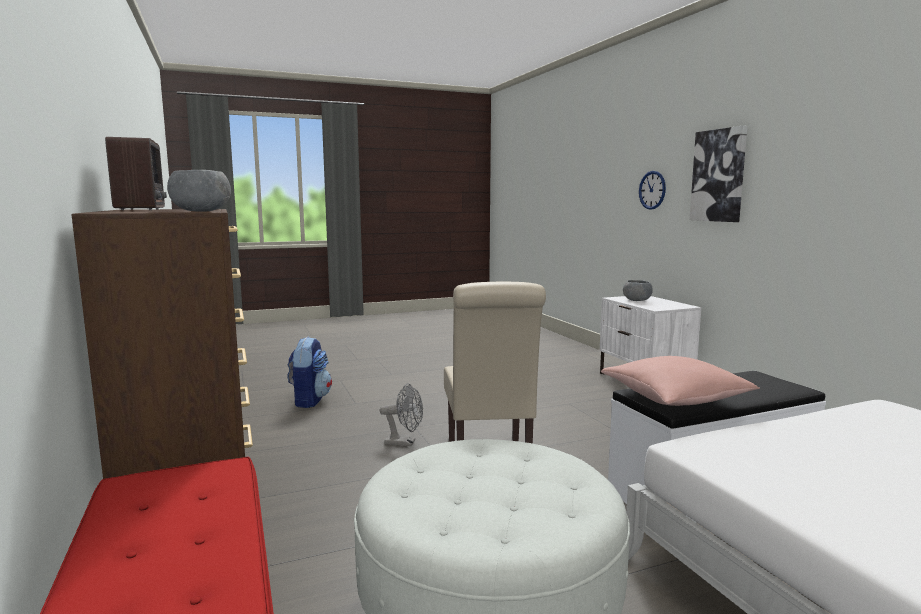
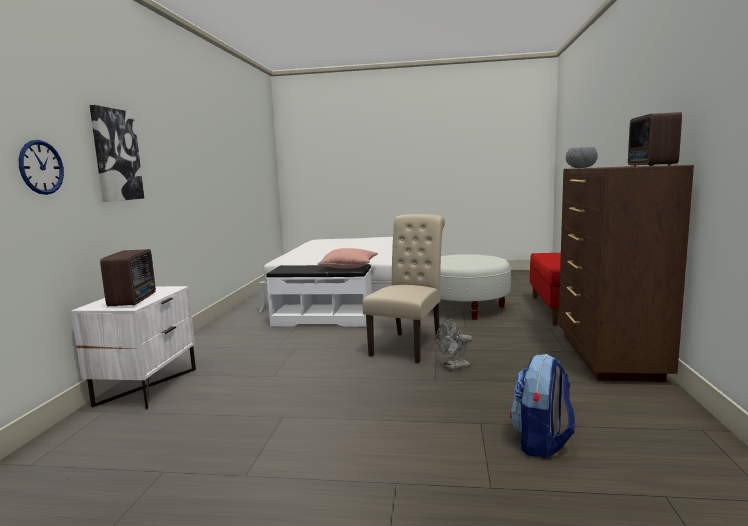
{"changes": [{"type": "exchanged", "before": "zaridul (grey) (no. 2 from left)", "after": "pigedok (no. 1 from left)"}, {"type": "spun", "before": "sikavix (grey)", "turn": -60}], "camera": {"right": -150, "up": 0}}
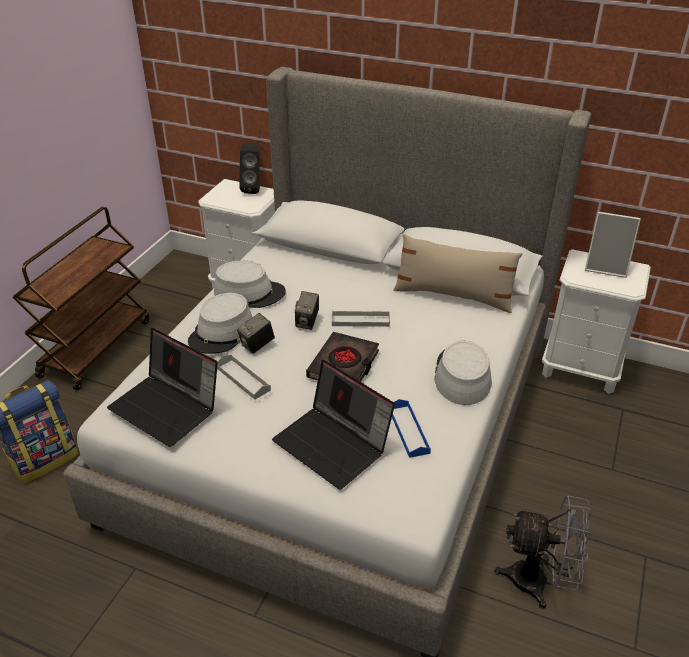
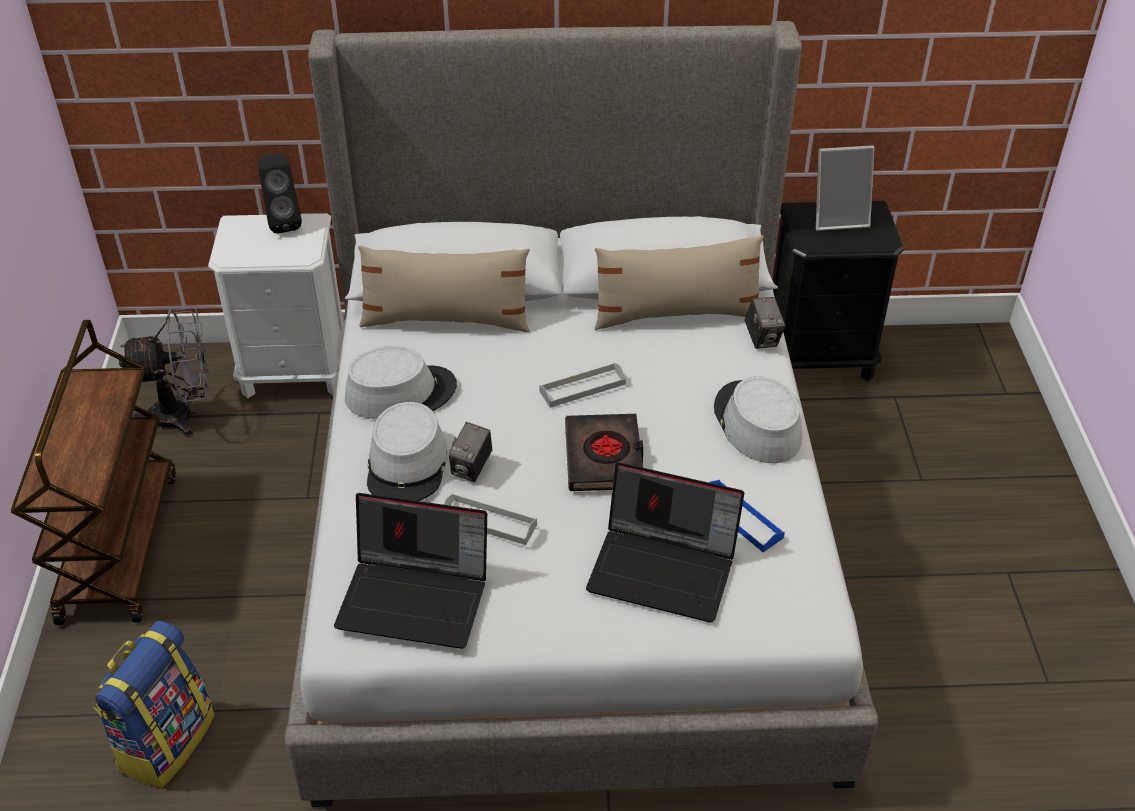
{"changes": [{"type": "colour", "before": "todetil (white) (no. 2 from left)", "after": "todetil (black)"}, {"type": "relocated", "before": "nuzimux (no. 2 from left)"}, {"type": "relocated", "before": "sikavix (grey)"}, {"type": "appeared", "after": "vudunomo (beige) (no. 1 from left)"}], "camera": {"right": -25, "up": 5}}
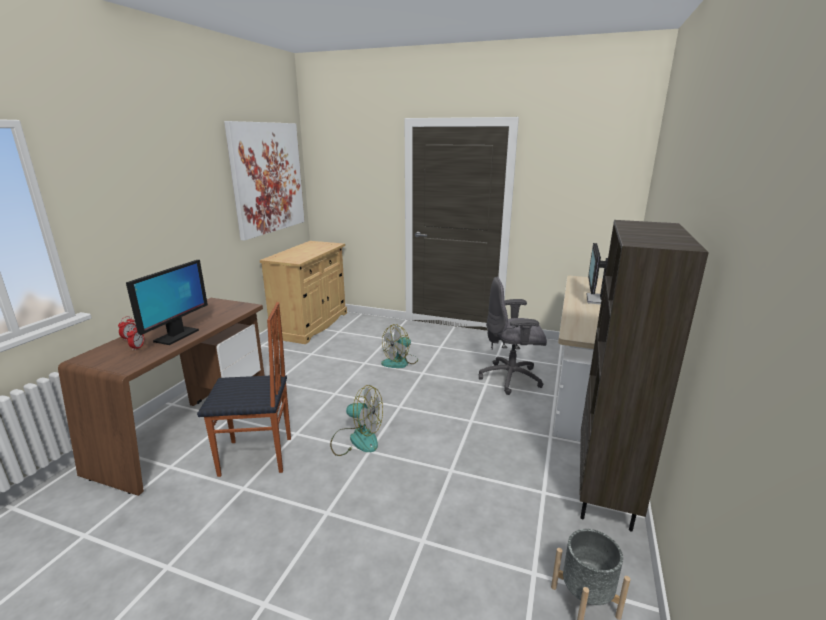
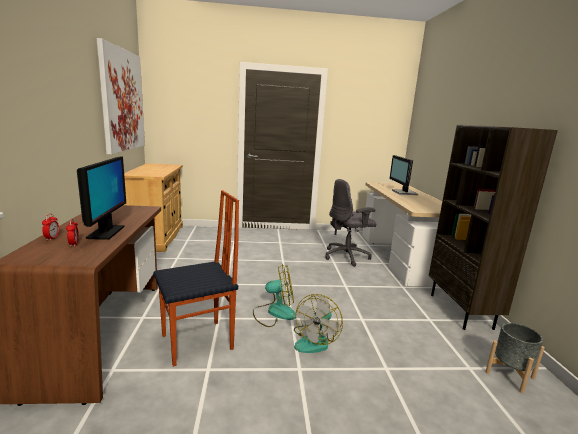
{"changes": [{"type": "relocated", "before": "sikavix (no. 2 from left)"}], "camera": {"right": -25, "up": -5}}
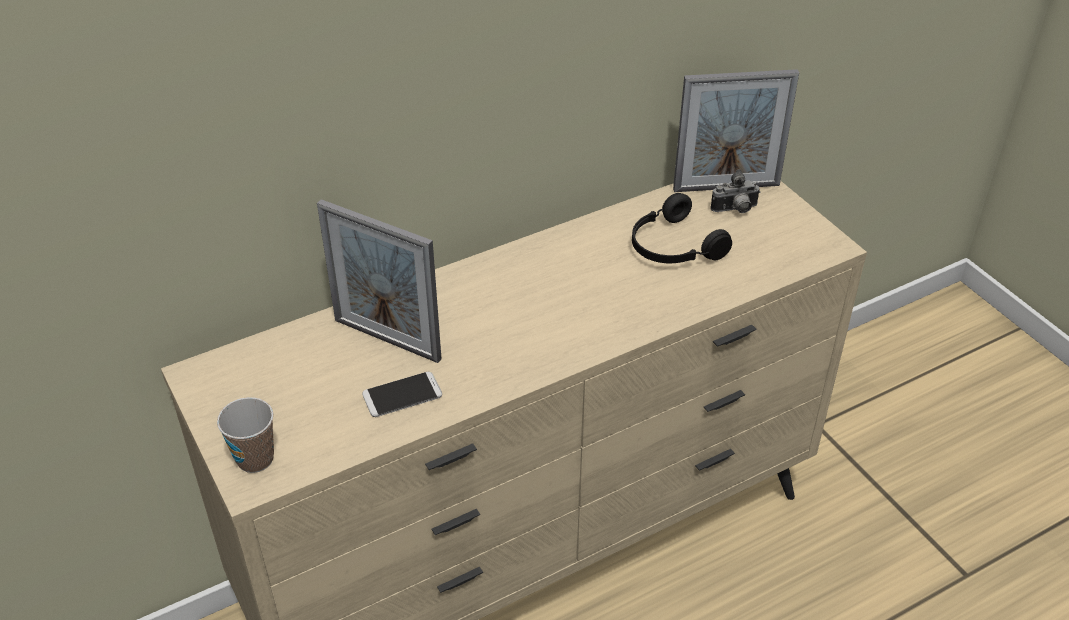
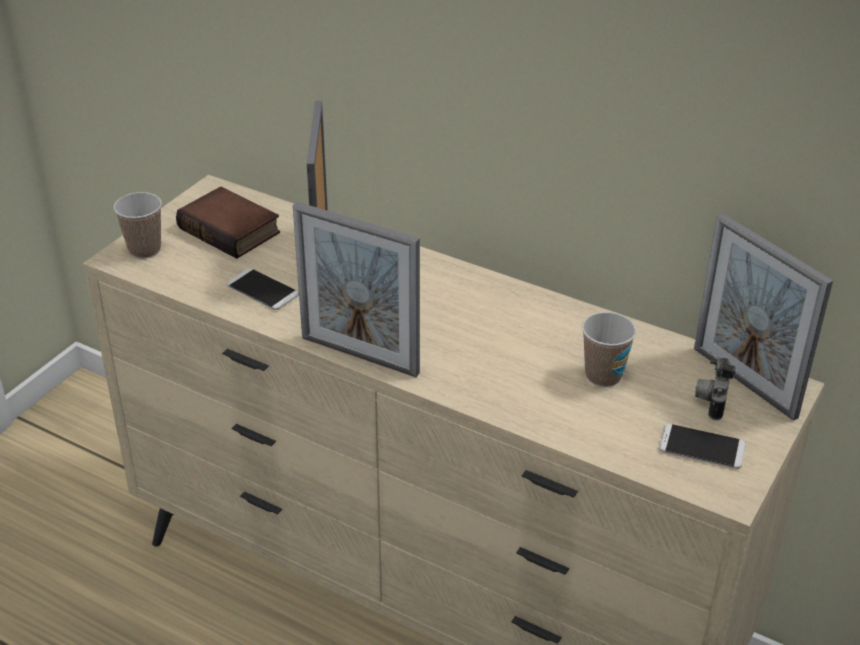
{"changes": [{"type": "spun", "before": "nuzimux", "turn": 60}, {"type": "exchanged", "before": "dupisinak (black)", "after": "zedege (no. 2 from left)"}, {"type": "appeared", "after": "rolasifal"}, {"type": "appeared", "after": "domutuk (no. 2 from left)"}, {"type": "appeared", "after": "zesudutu (no. 2 from left)"}], "camera": {"right": 60, "up": -5}}
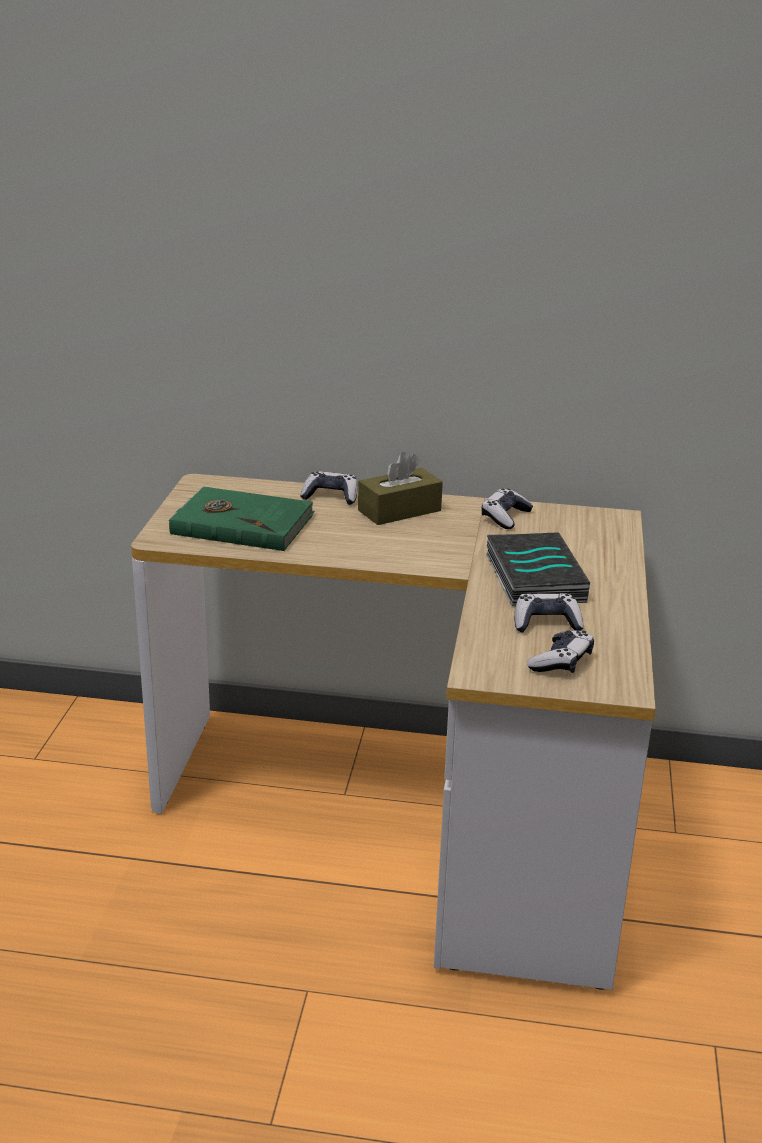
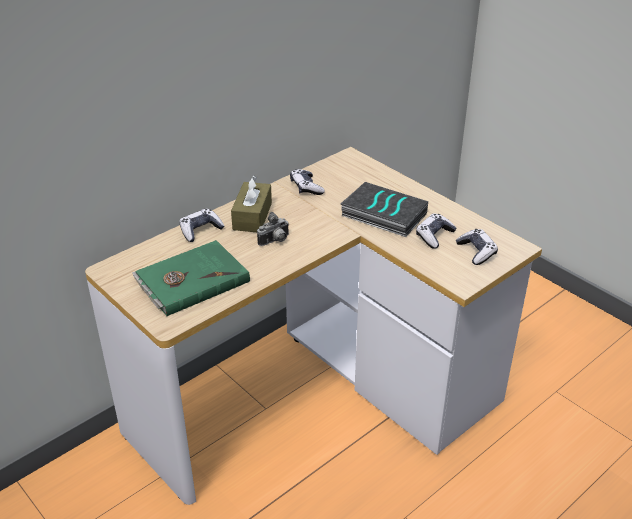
{"changes": [{"type": "appeared", "after": "nuzimux"}], "camera": {"right": -50, "up": 10}}
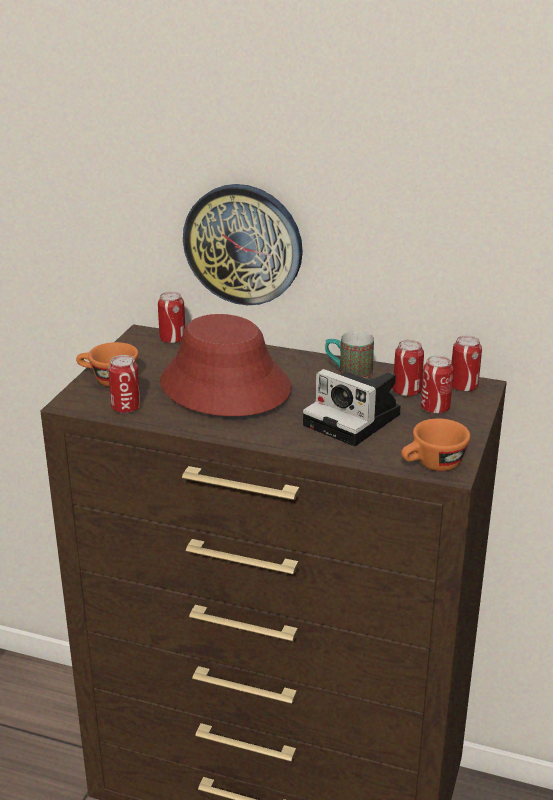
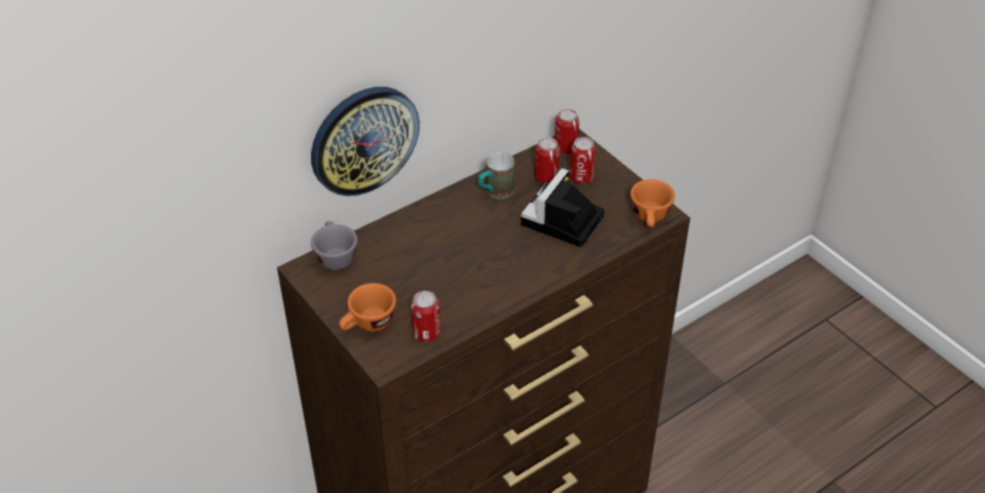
{"changes": [{"type": "exchanged", "before": "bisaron (no. 2 from left)", "after": "zedege (grey)"}, {"type": "missing", "before": "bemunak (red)"}, {"type": "spun", "before": "nuzimux", "turn": 135}], "camera": {"right": -55, "up": 15}}
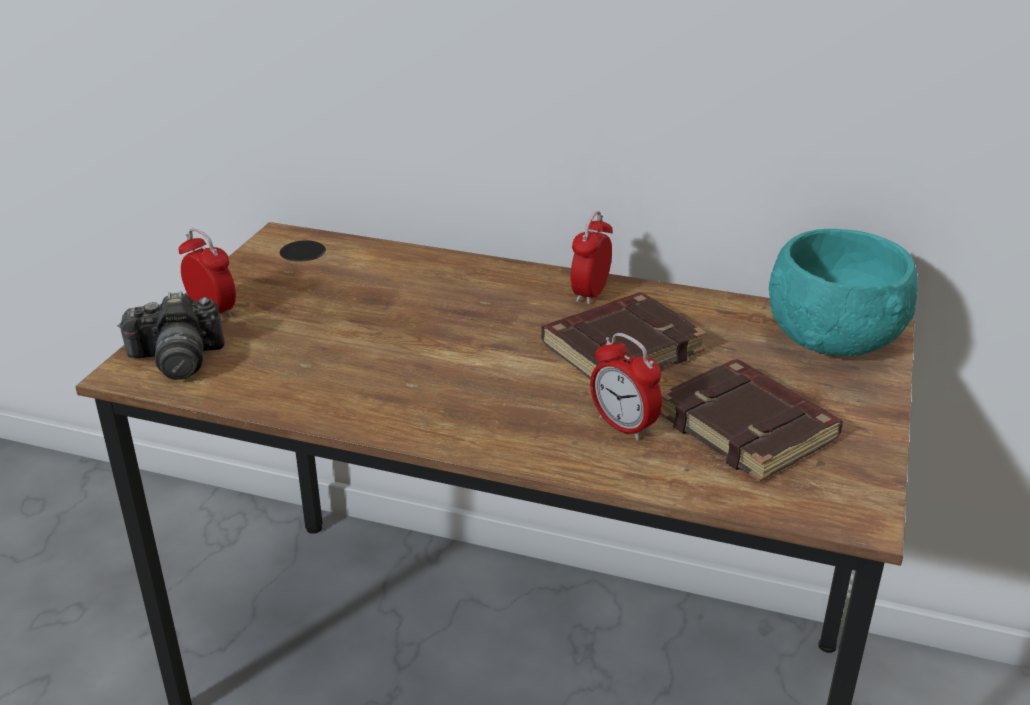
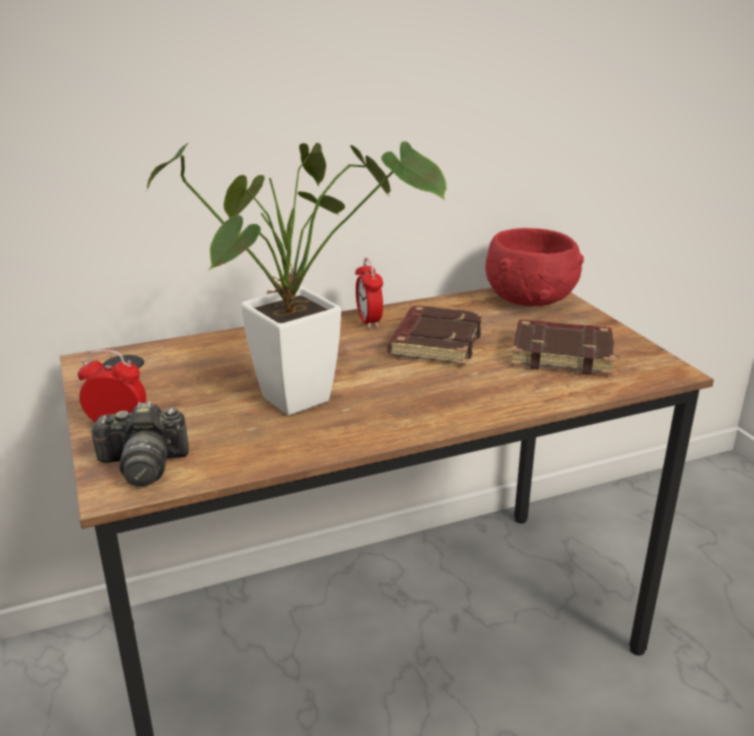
{"changes": [{"type": "colour", "before": "zaridul (turquoise)", "after": "zaridul (red)"}, {"type": "spun", "before": "nuzimux", "turn": 45}, {"type": "missing", "before": "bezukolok (no. 3 from left)"}, {"type": "appeared", "after": "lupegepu"}], "camera": {"right": -40, "up": -5}}
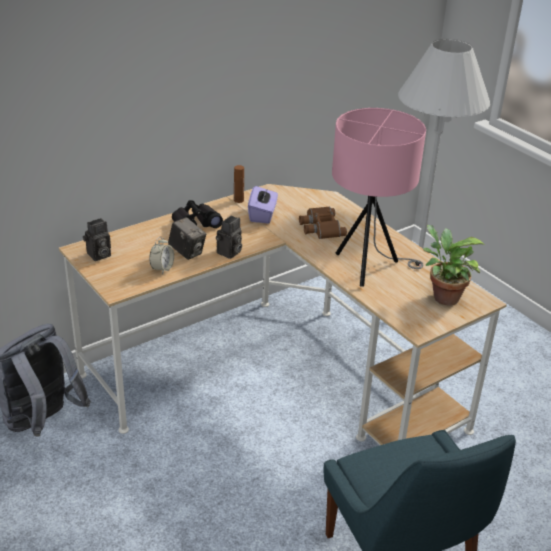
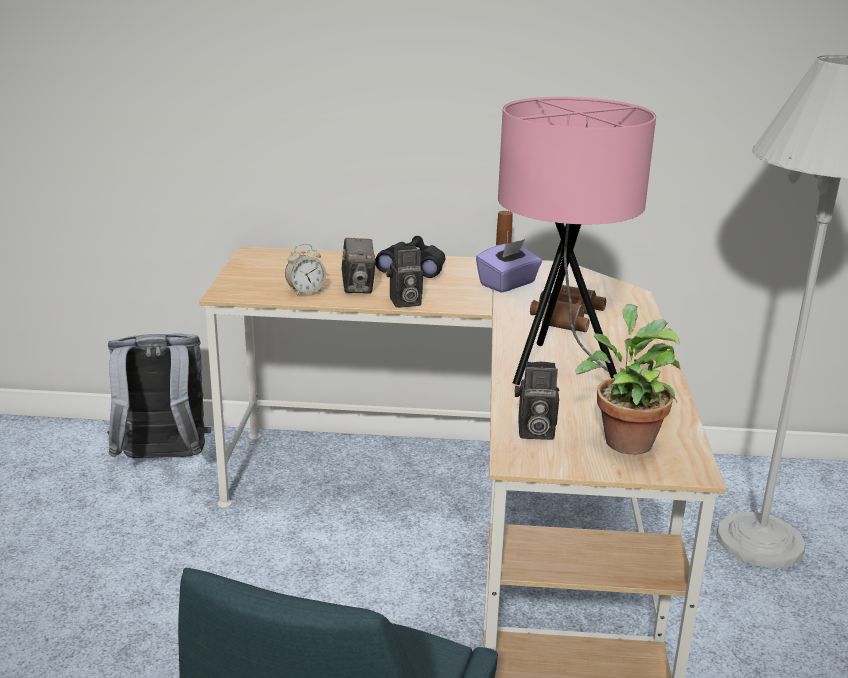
{"changes": [{"type": "relocated", "before": "nuzimux (no. 1 from left in the first image)", "after": "nuzimux (no. 3 from left)"}], "camera": {"right": 40, "up": -10}}
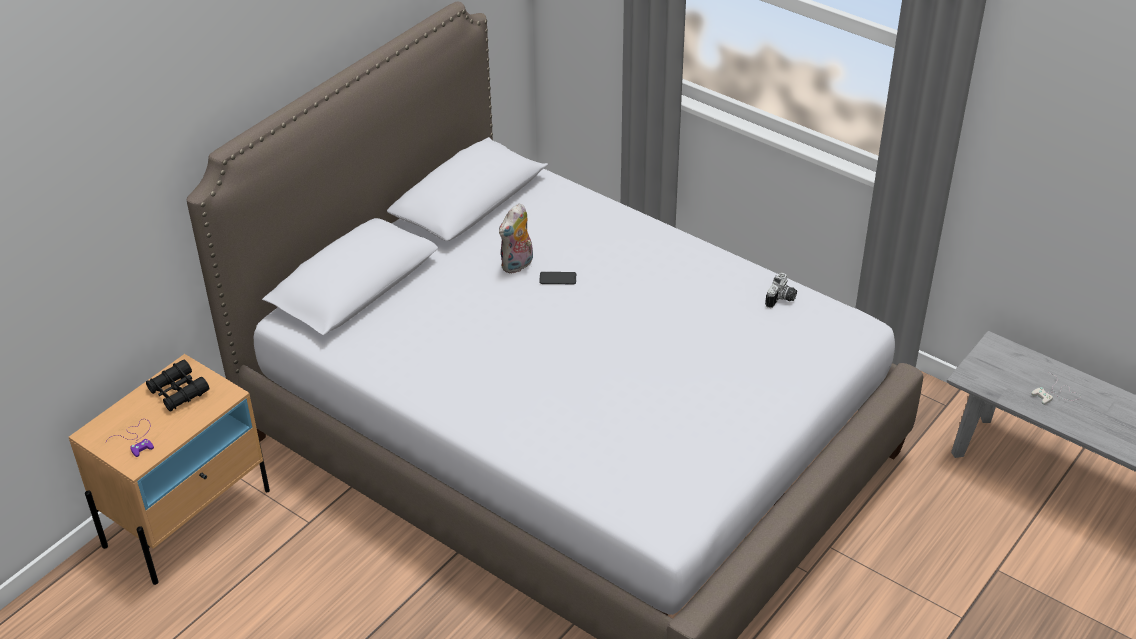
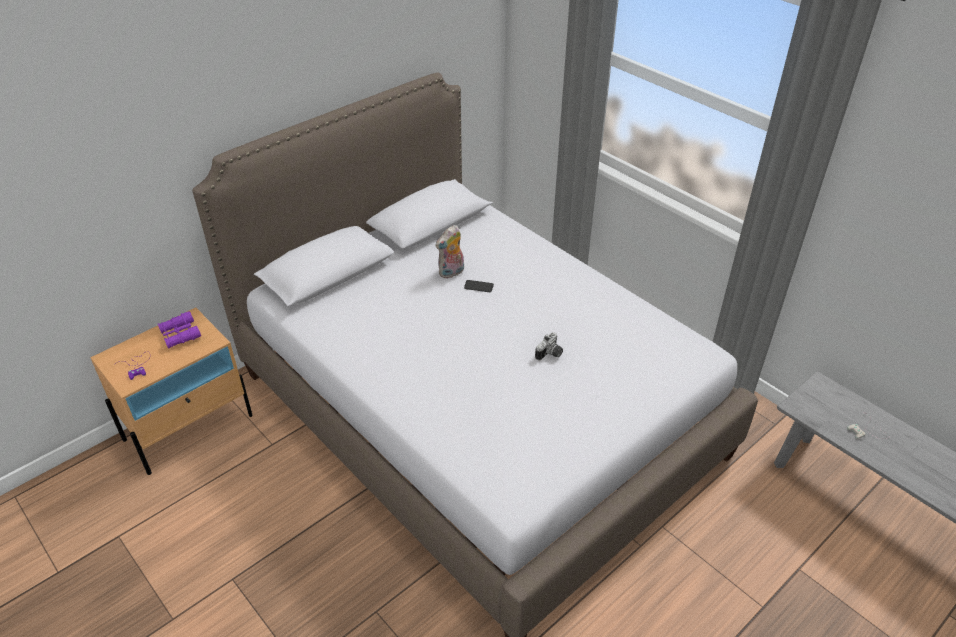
{"changes": [{"type": "relocated", "before": "nuzimux"}, {"type": "colour", "before": "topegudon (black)", "after": "topegudon (purple)"}], "camera": {"right": 10, "up": 0}}
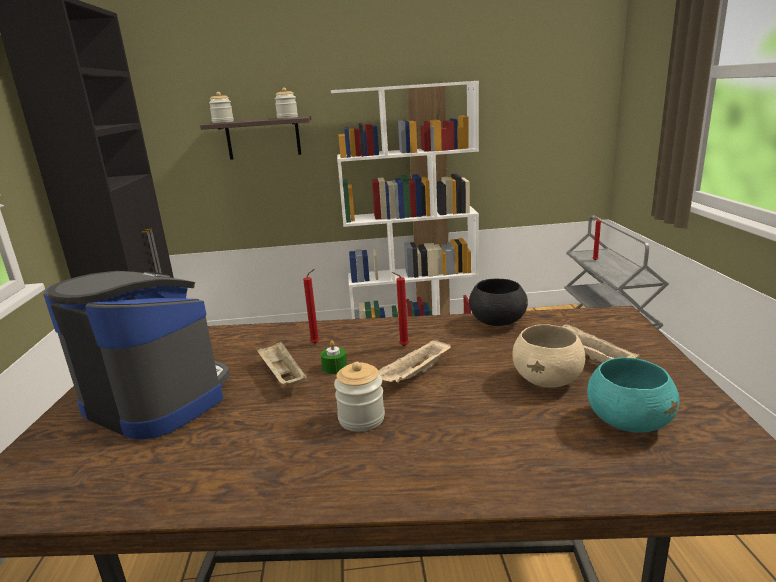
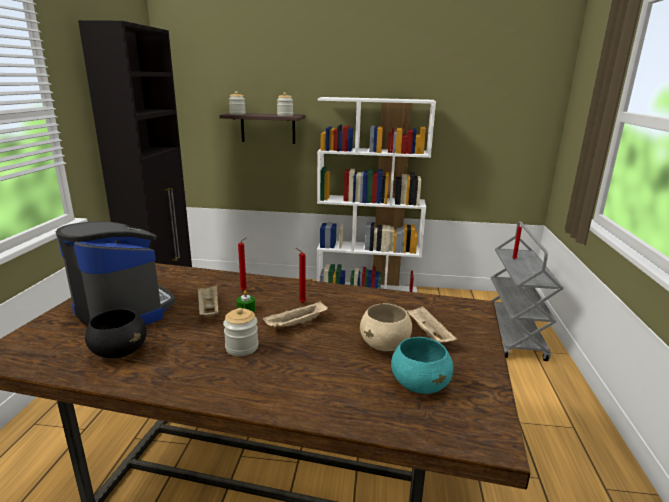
{"changes": [{"type": "relocated", "before": "zaridul (black)"}], "camera": {"right": 10, "up": 0}}
